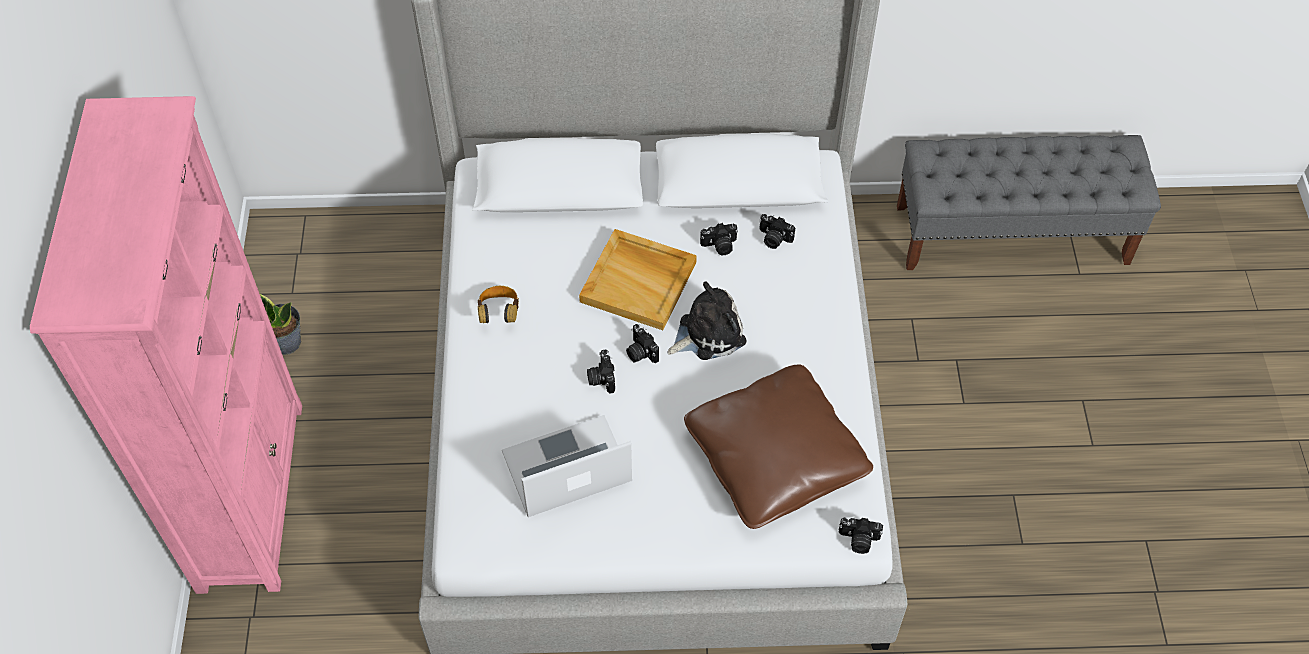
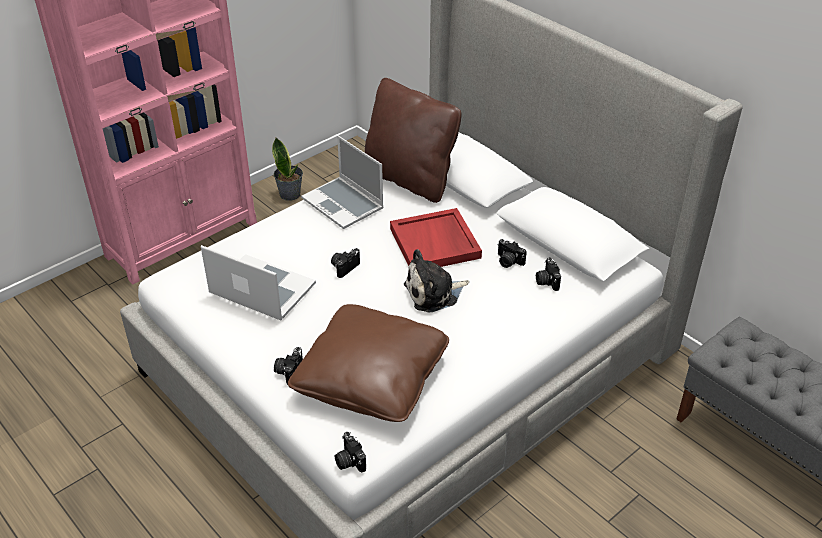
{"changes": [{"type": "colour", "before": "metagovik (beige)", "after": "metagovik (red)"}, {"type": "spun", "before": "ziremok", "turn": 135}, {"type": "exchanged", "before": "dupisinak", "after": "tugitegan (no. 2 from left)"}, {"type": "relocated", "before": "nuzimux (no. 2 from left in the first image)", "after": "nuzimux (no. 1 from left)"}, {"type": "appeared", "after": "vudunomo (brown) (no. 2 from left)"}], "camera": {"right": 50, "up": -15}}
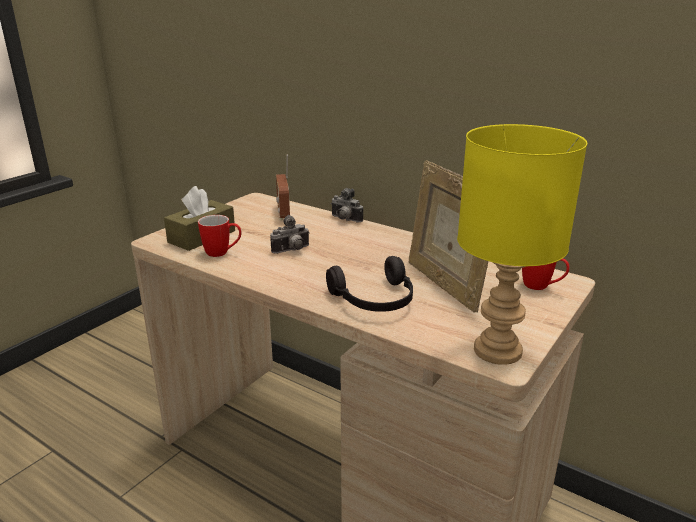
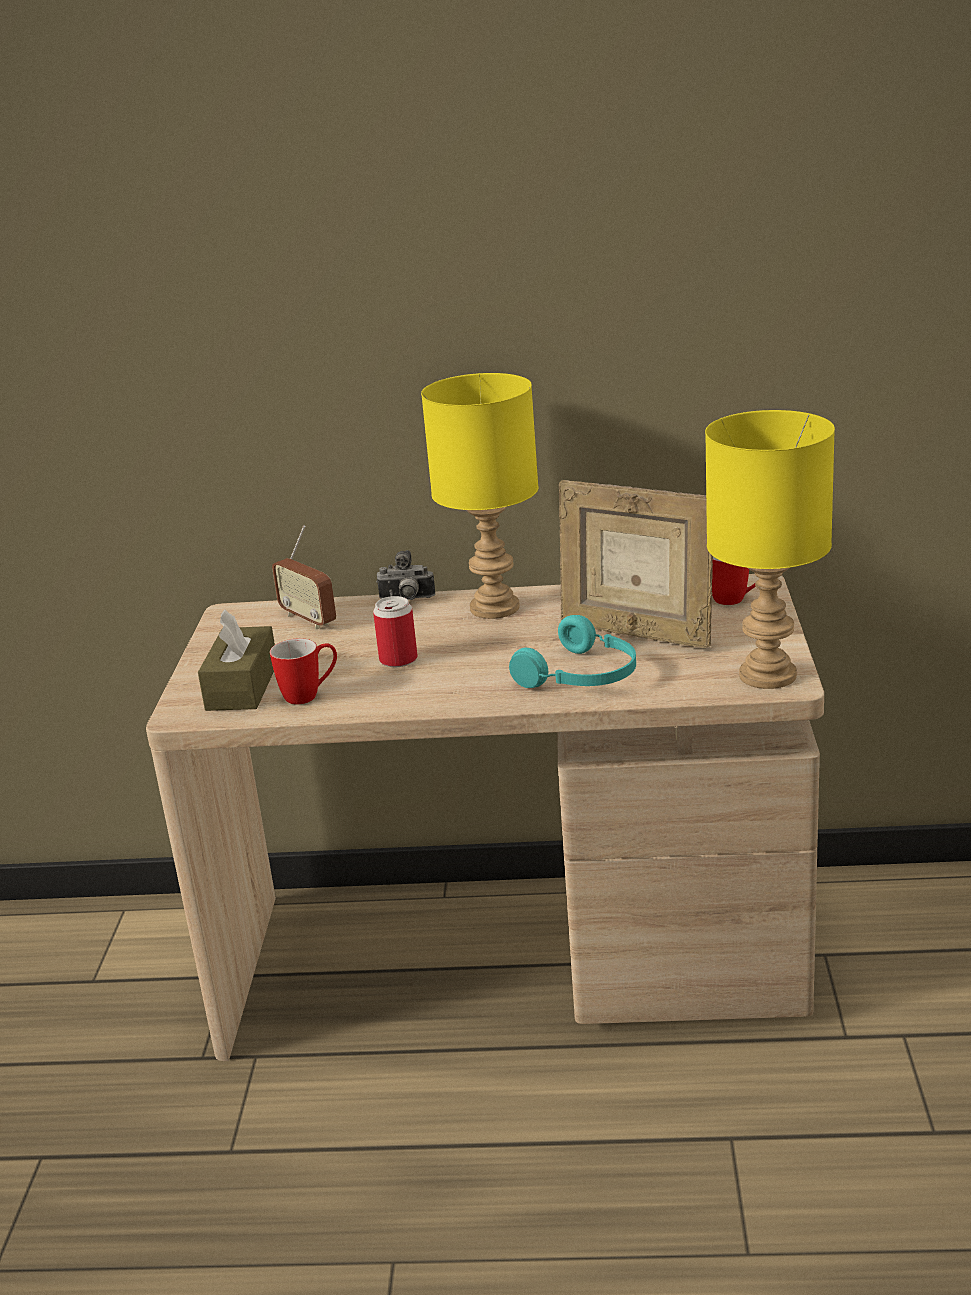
{"changes": [{"type": "exchanged", "before": "nuzimux (no. 1 from left)", "after": "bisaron"}, {"type": "colour", "before": "dupisinak (black)", "after": "dupisinak (turquoise)"}, {"type": "appeared", "after": "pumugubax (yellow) (no. 1 from left)"}], "camera": {"right": -30, "up": 0}}
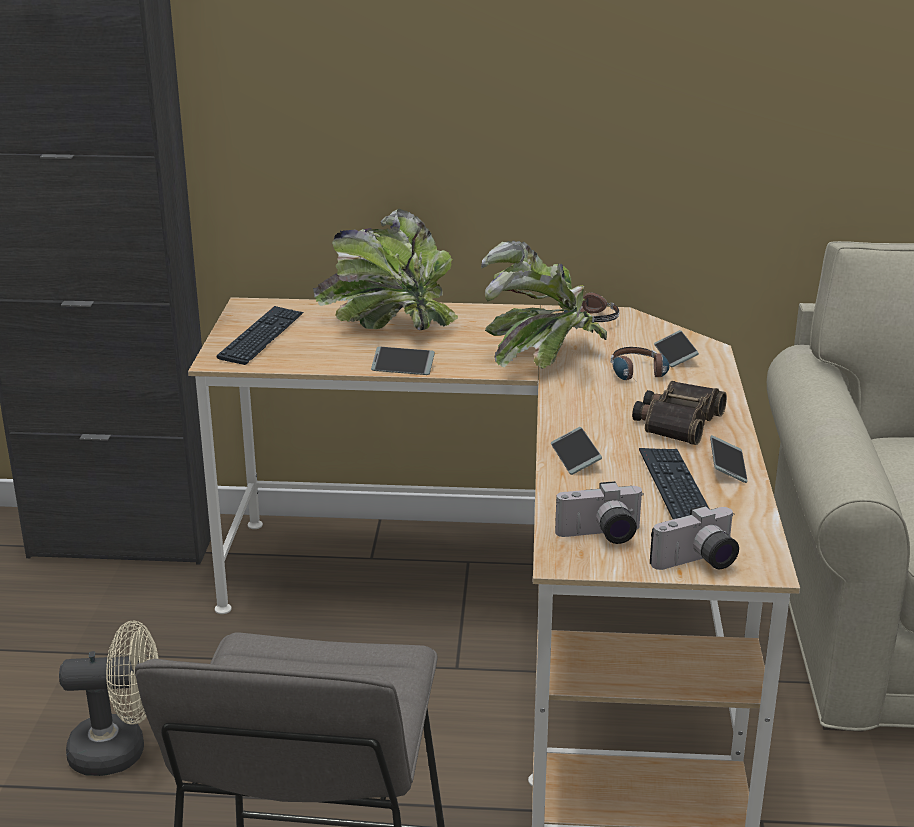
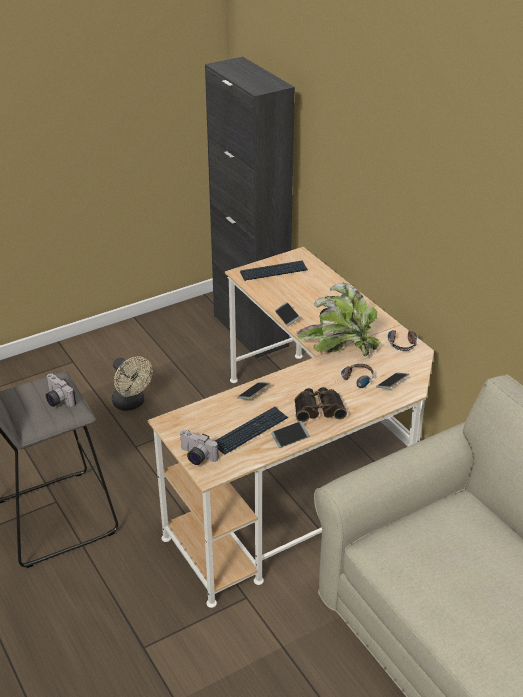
{"changes": [{"type": "missing", "before": "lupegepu (no. 1 from left)"}, {"type": "relocated", "before": "nuzimux (no. 1 from left)"}], "camera": {"right": 55, "up": 10}}
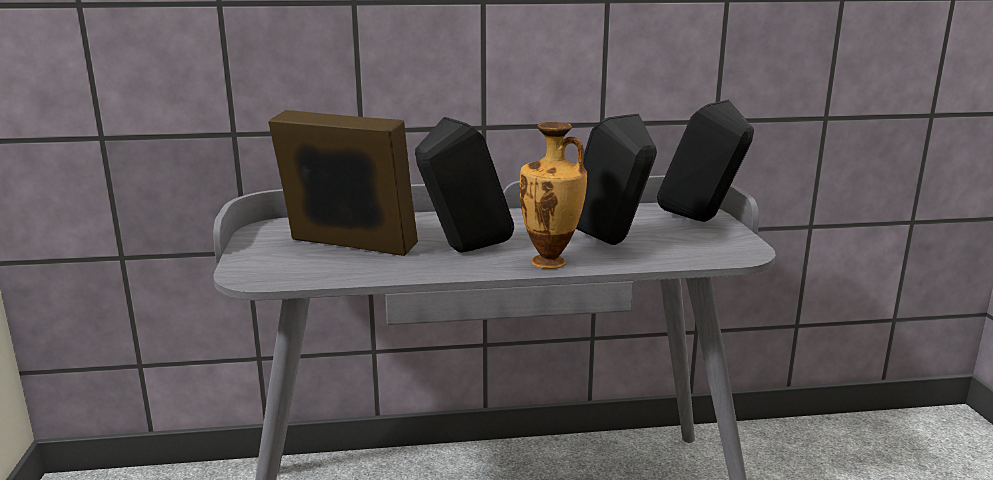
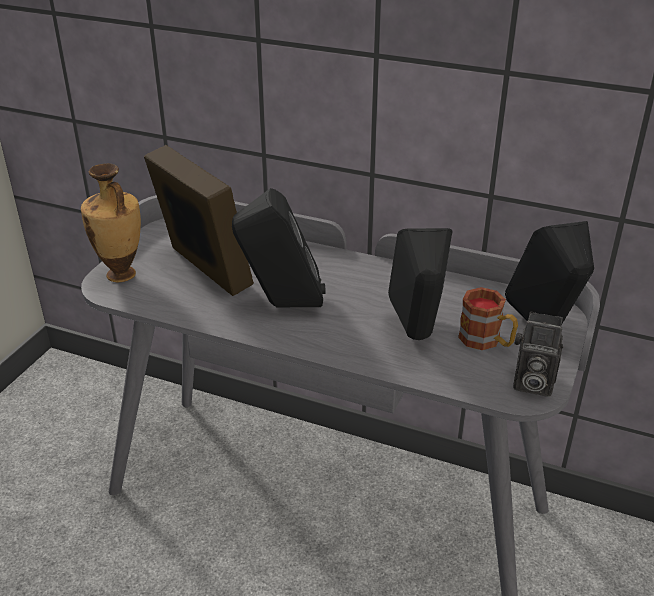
{"changes": [{"type": "relocated", "before": "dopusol"}, {"type": "appeared", "after": "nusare"}, {"type": "appeared", "after": "nuzimux"}], "camera": {"right": 30, "up": 15}}
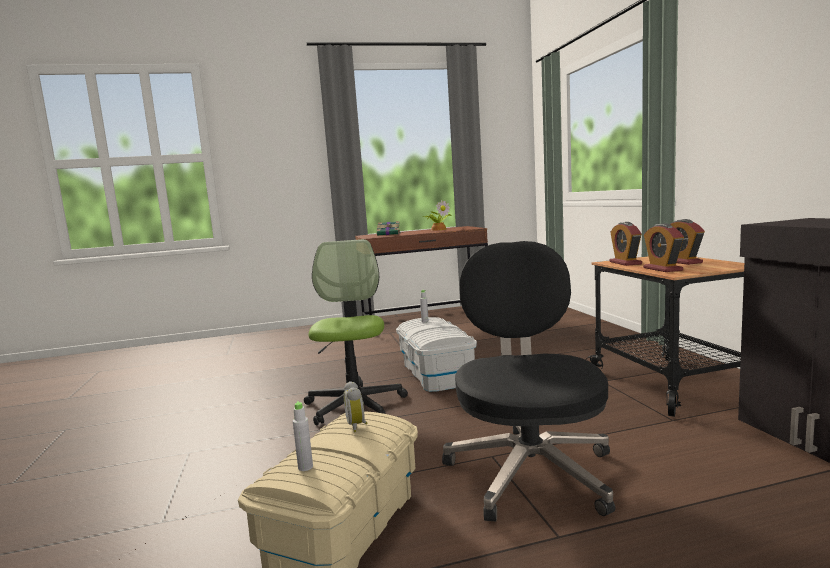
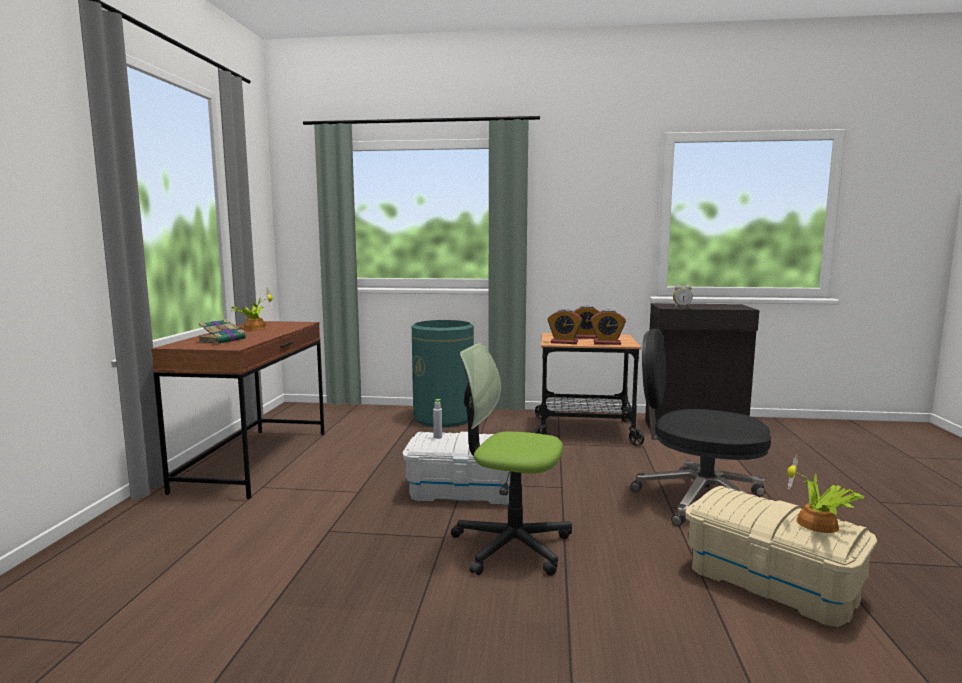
{"changes": [{"type": "relocated", "before": "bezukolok (no. 1 from left in the first image)", "after": "bezukolok (no. 4 from left)"}, {"type": "exchanged", "before": "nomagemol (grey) (no. 1 from left)", "after": "lupegepu (no. 2 from left)"}, {"type": "appeared", "after": "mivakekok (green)"}], "camera": {"right": -70, "up": 0}}
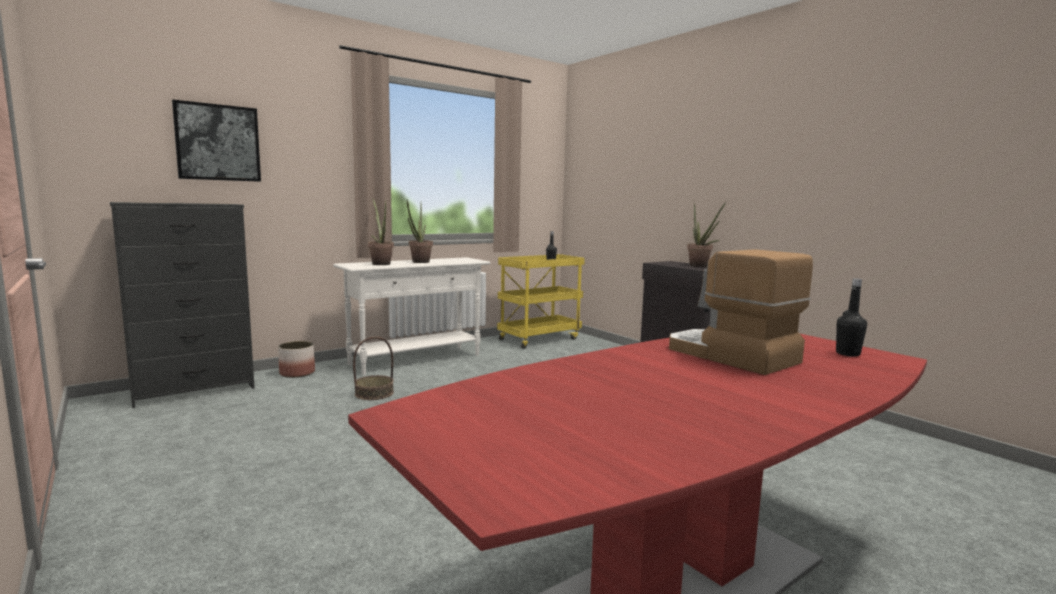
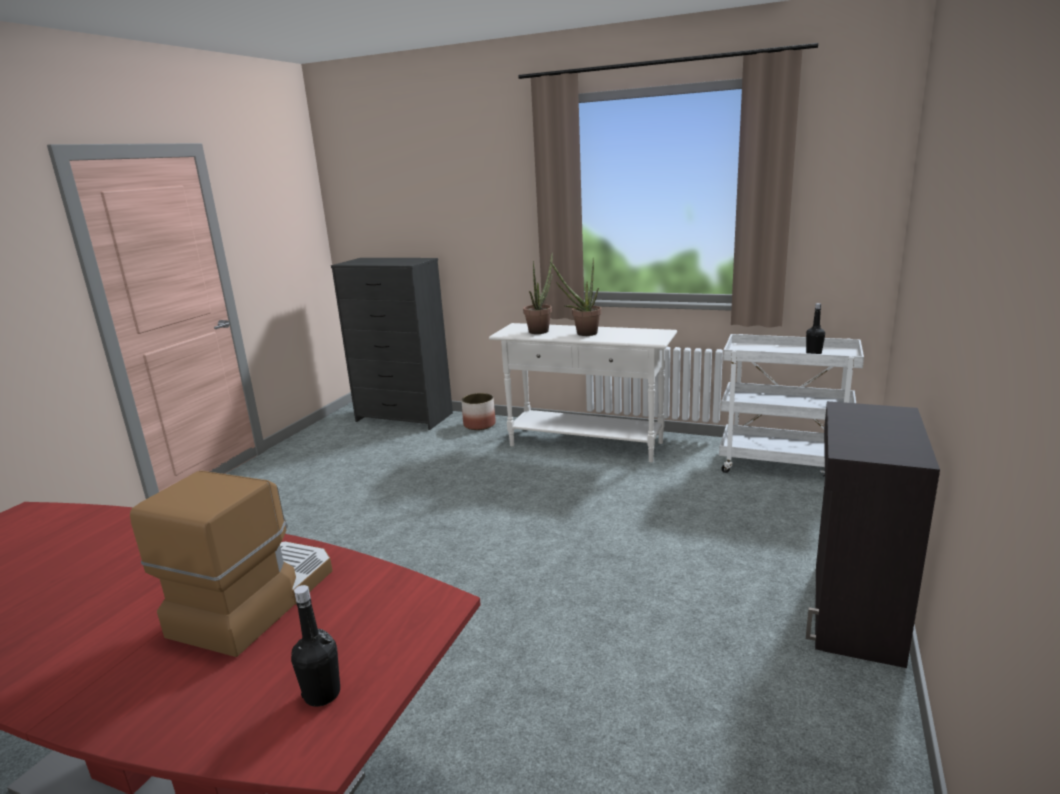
{"changes": [{"type": "missing", "before": "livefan"}, {"type": "missing", "before": "lupegepu (no. 3 from left)"}, {"type": "colour", "before": "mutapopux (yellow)", "after": "mutapopux (white)"}, {"type": "missing", "before": "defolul"}], "camera": {"right": 60, "up": 10}}
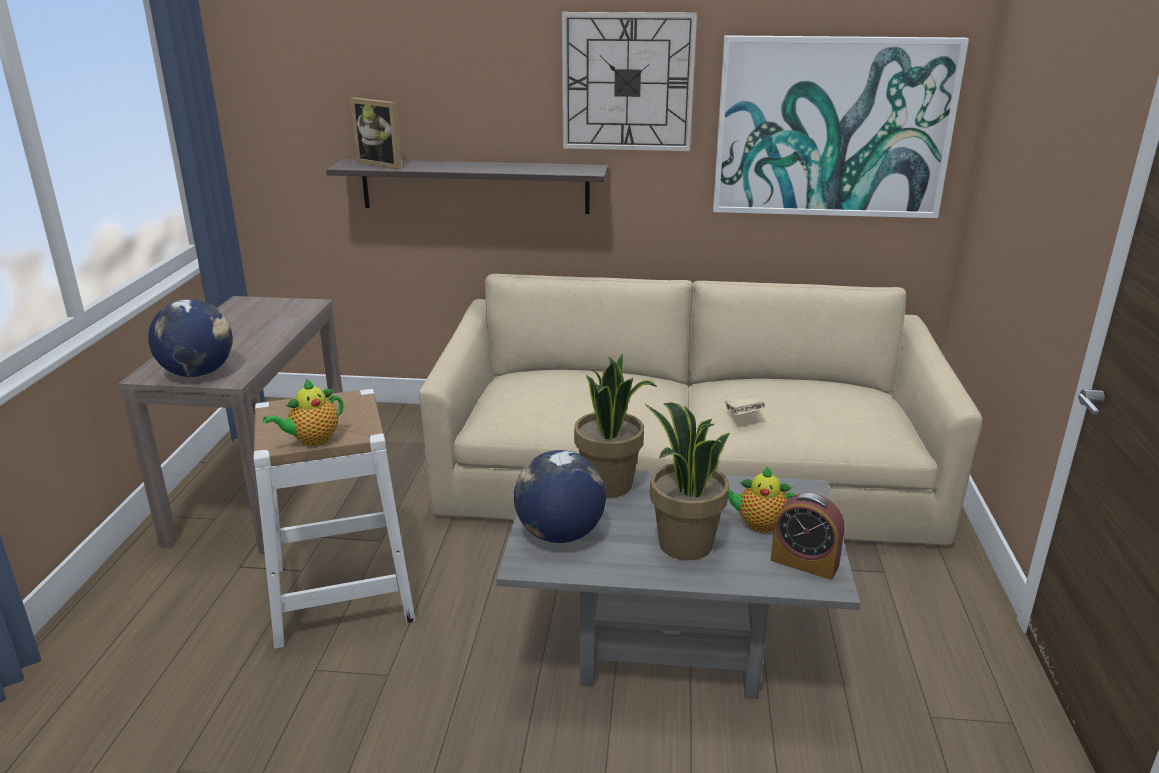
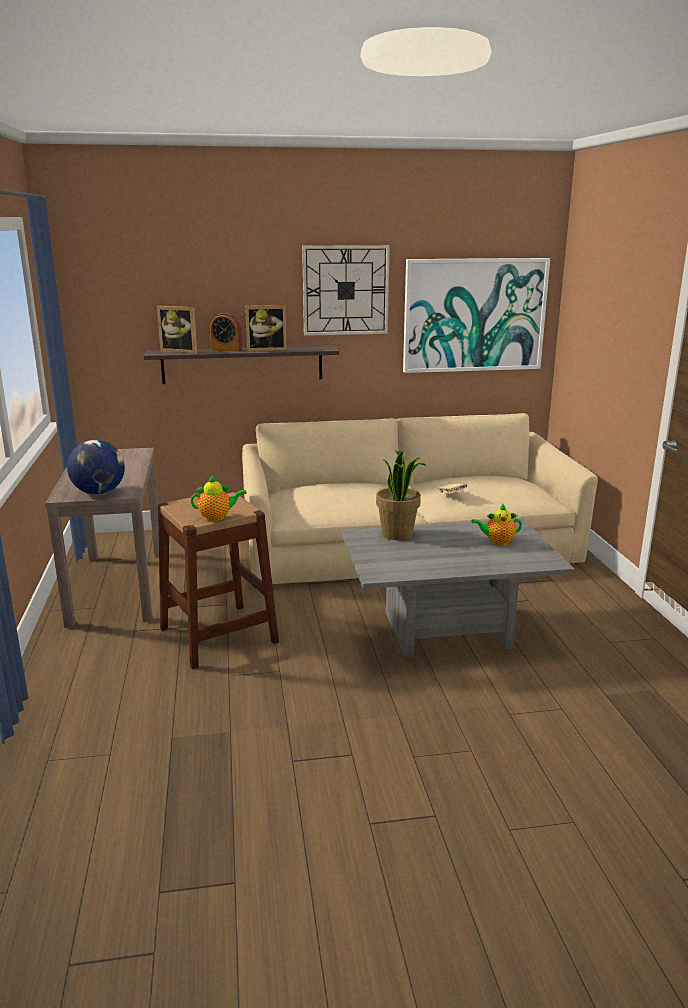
{"changes": [{"type": "spun", "before": "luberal (no. 1 from left)", "turn": -135}, {"type": "colour", "before": "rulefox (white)", "after": "rulefox (brown)"}, {"type": "missing", "before": "lupegepu (no. 2 from left)"}, {"type": "missing", "before": "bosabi (no. 2 from left)"}, {"type": "relocated", "before": "bezukolok"}, {"type": "appeared", "after": "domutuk (no. 2 from left)"}], "camera": {"right": -15, "up": -5}}
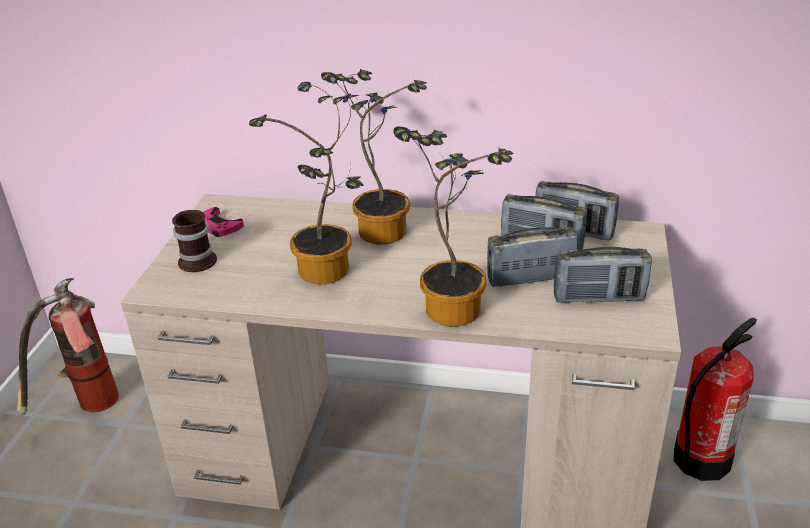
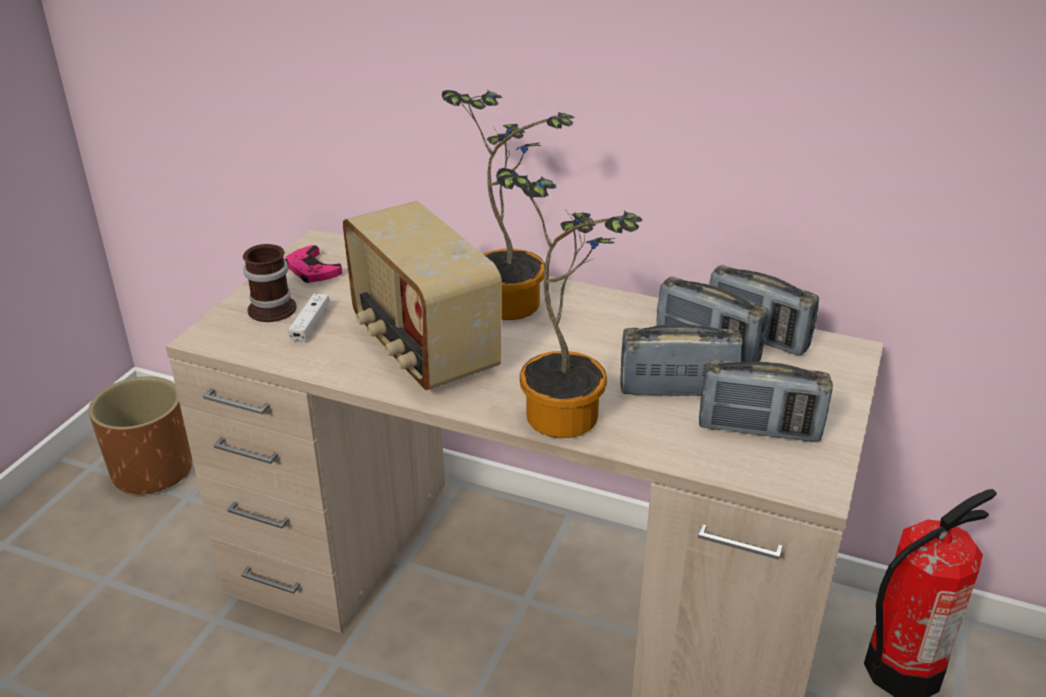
{"changes": [{"type": "exchanged", "before": "lupegepu (no. 1 from left)", "after": "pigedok (no. 1 from left)"}, {"type": "exchanged", "before": "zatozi (no. 1 from left)", "after": "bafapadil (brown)"}, {"type": "appeared", "after": "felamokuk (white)"}], "camera": {"right": 10, "up": 0}}
